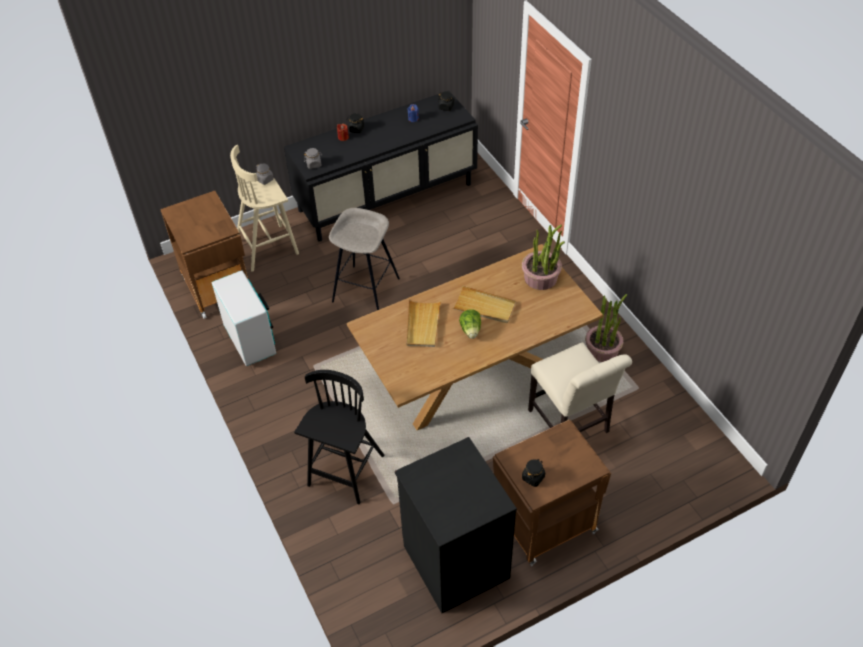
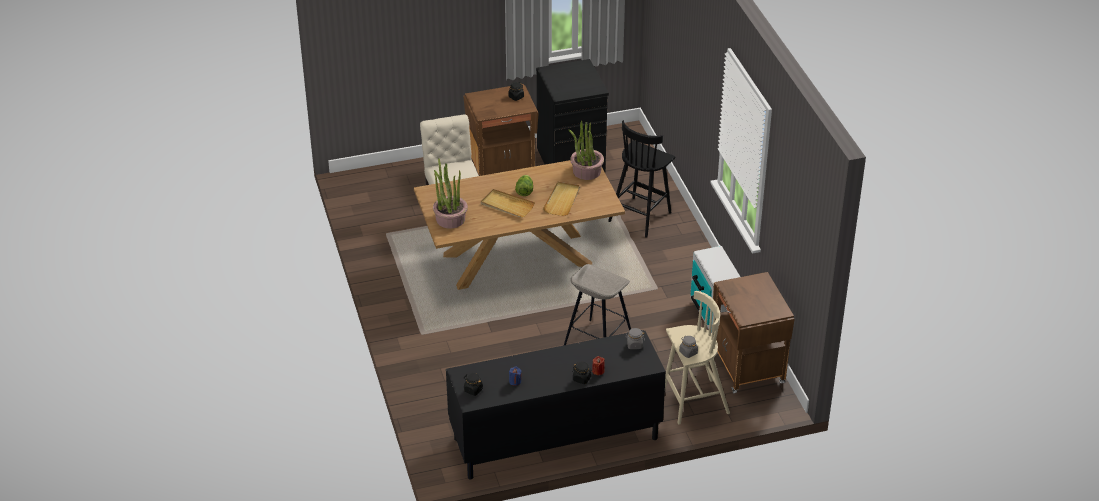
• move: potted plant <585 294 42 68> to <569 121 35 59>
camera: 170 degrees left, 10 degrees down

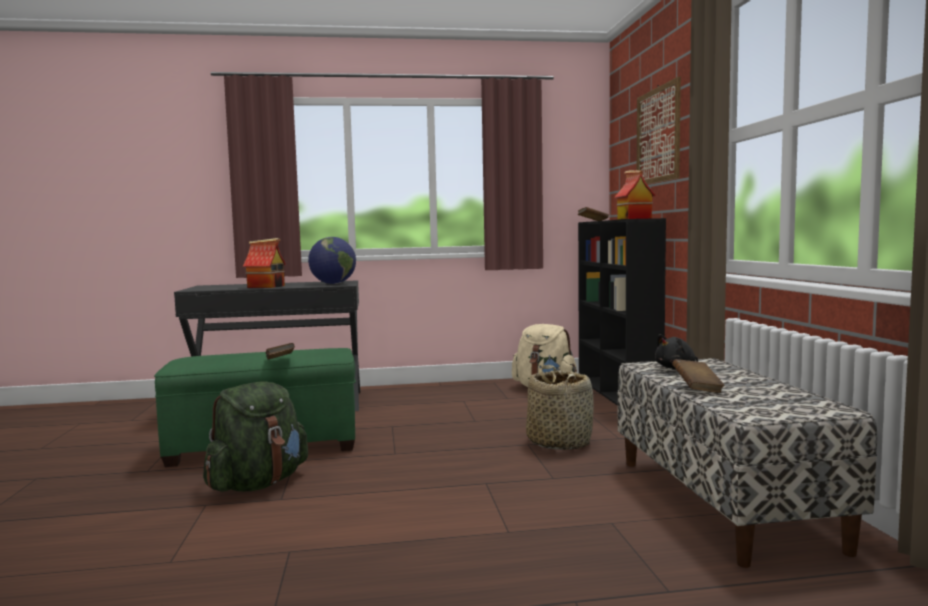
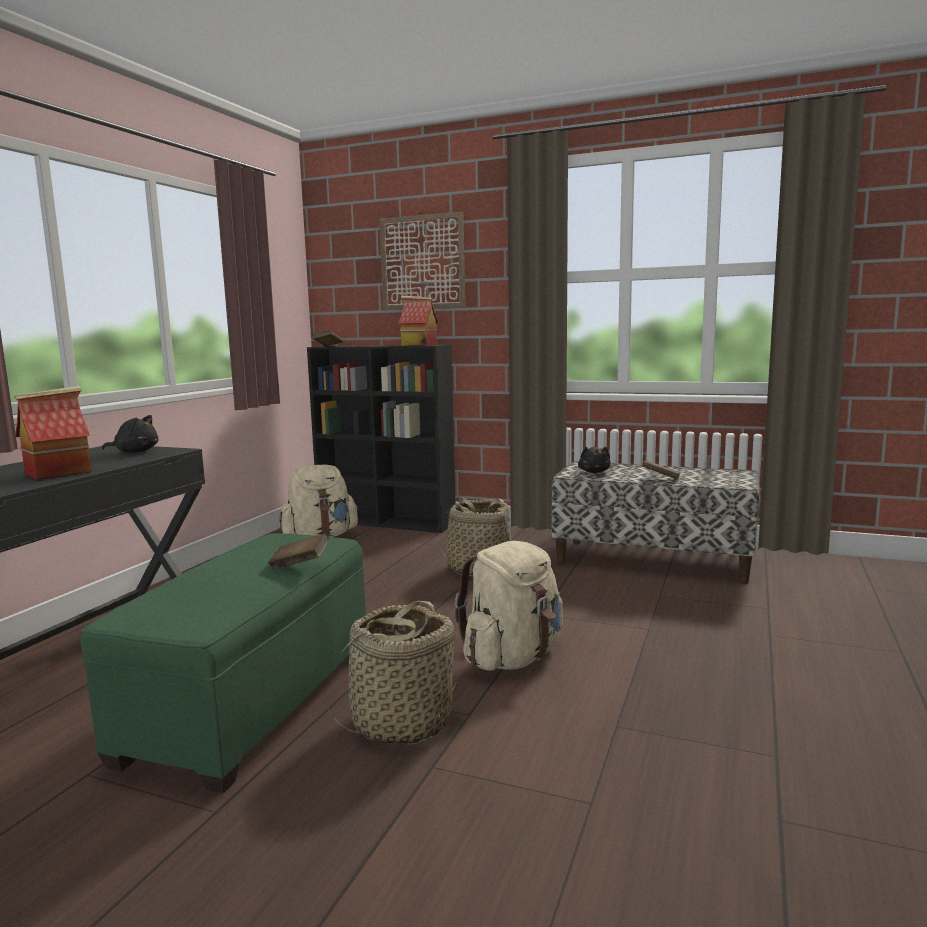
• replace: globe <308 237 48 47> to plush toy (black) <102 415 56 38>
• replace: backpack (green) <203 381 105 111> to basket <326 601 130 144>
• insert: backpack (beige) <455 541 108 130>
camera: 60 degrees left, 5 degrees up

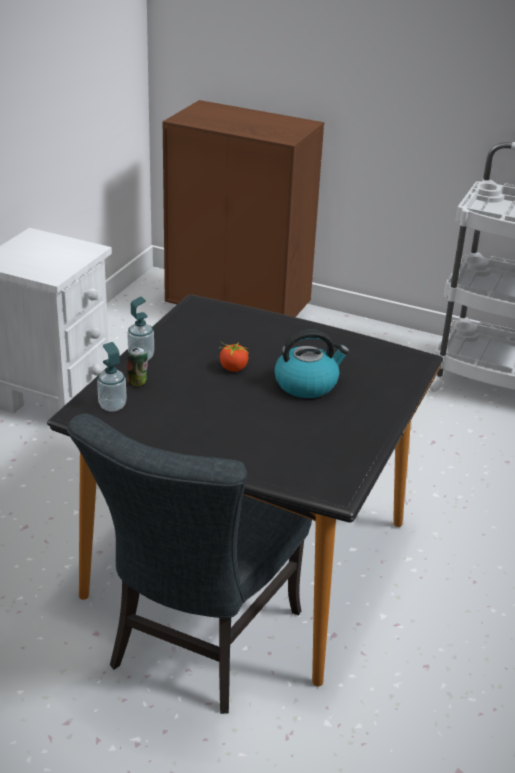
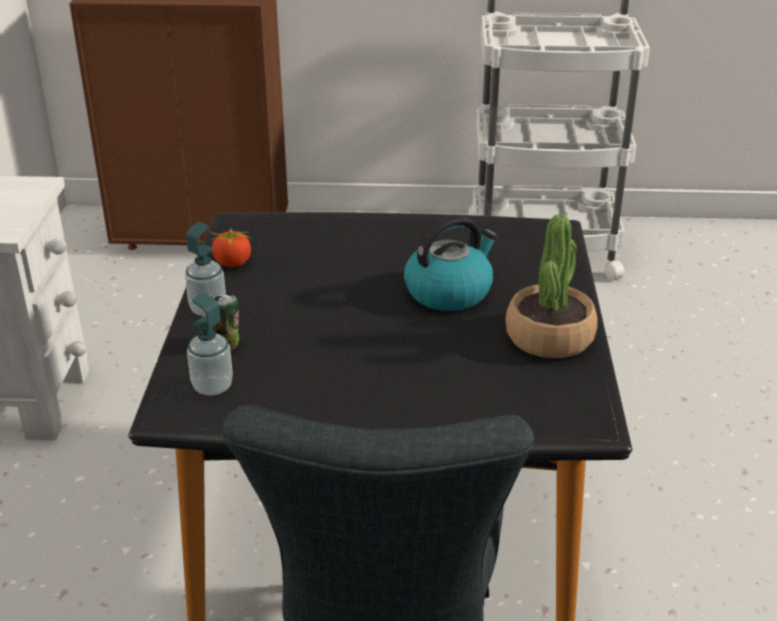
• move: tomato <219 341 30 31> to <209 227 42 40>
• insert: potted plant <506 214 92 144>
camera: 20 degrees left, 0 degrees up

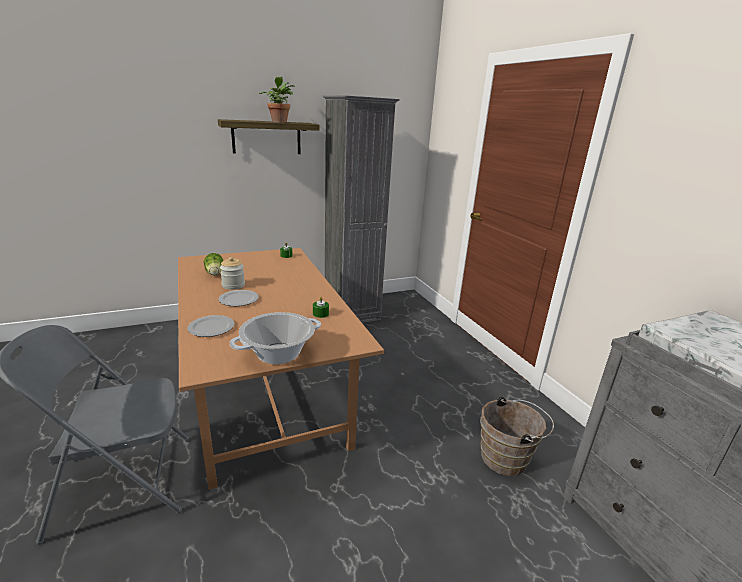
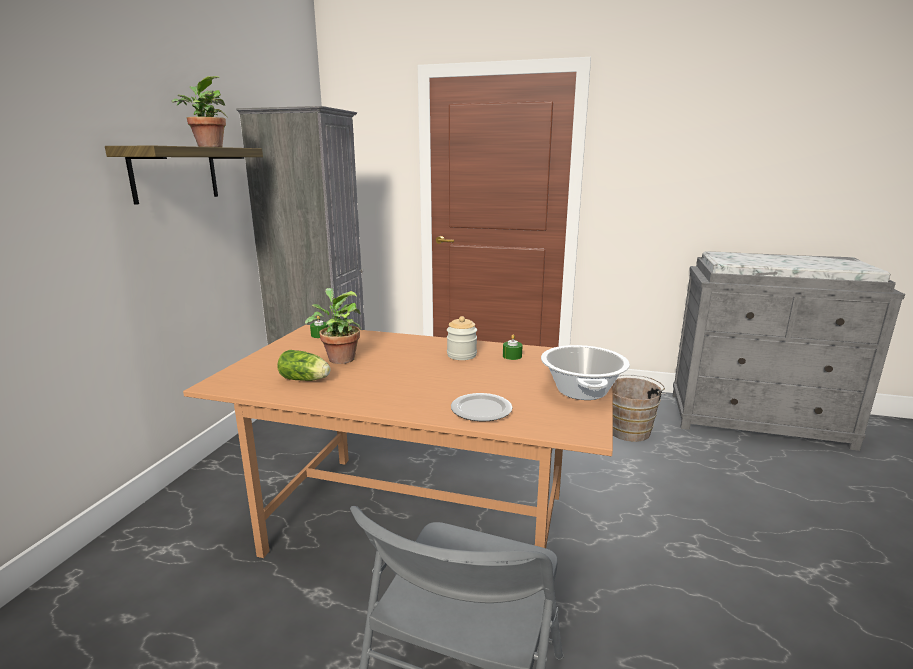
• insert: potted plant <305 288 57 76>
• move: jar <220 257 25 33> to <447 316 30 44>
• delete: plate <218 290 41 16>
camera: 50 degrees left, 5 degrees down

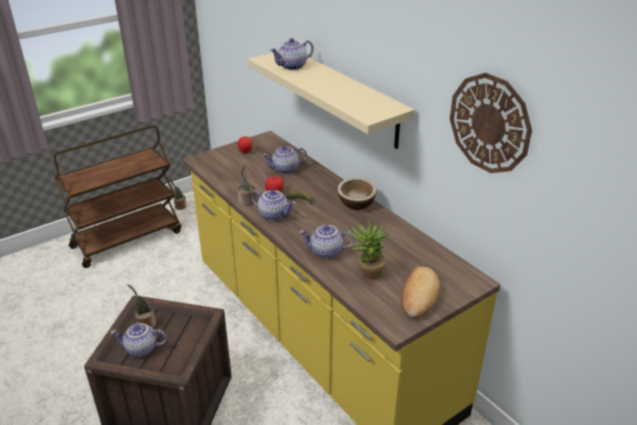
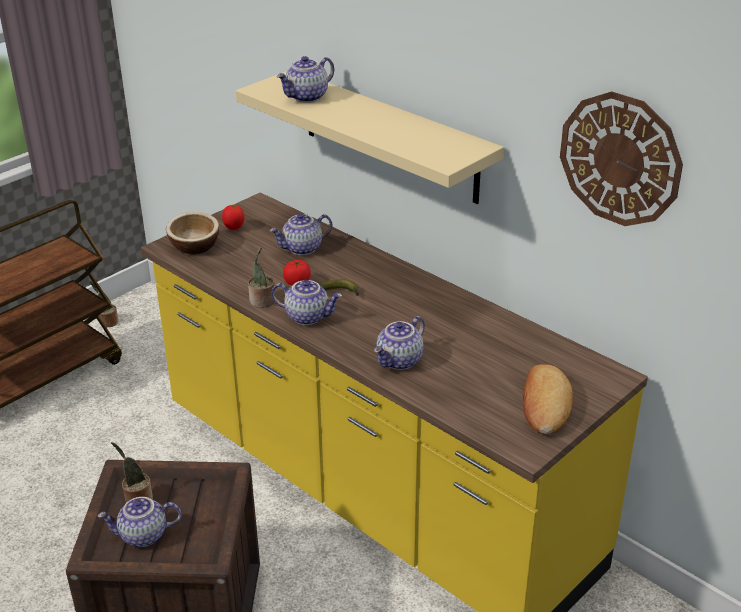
• move: bowl <337 178 40 32> to <166 212 53 43>
• rotate: teapot <299 225 56 34> = <374 316 51 54> 45 degrees counterclockwise
• delete: potted plant <345 218 44 61>
camera: 10 degrees left, 0 degrees up

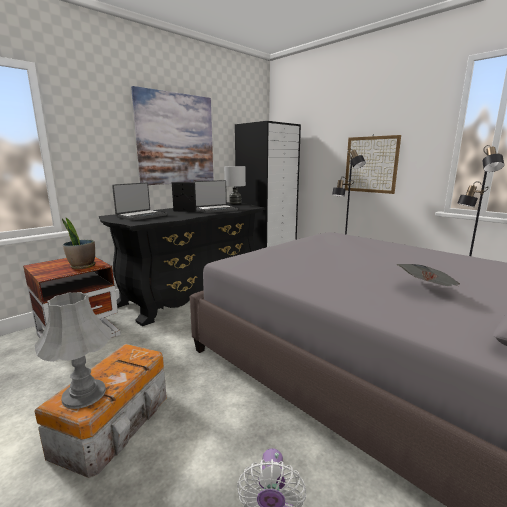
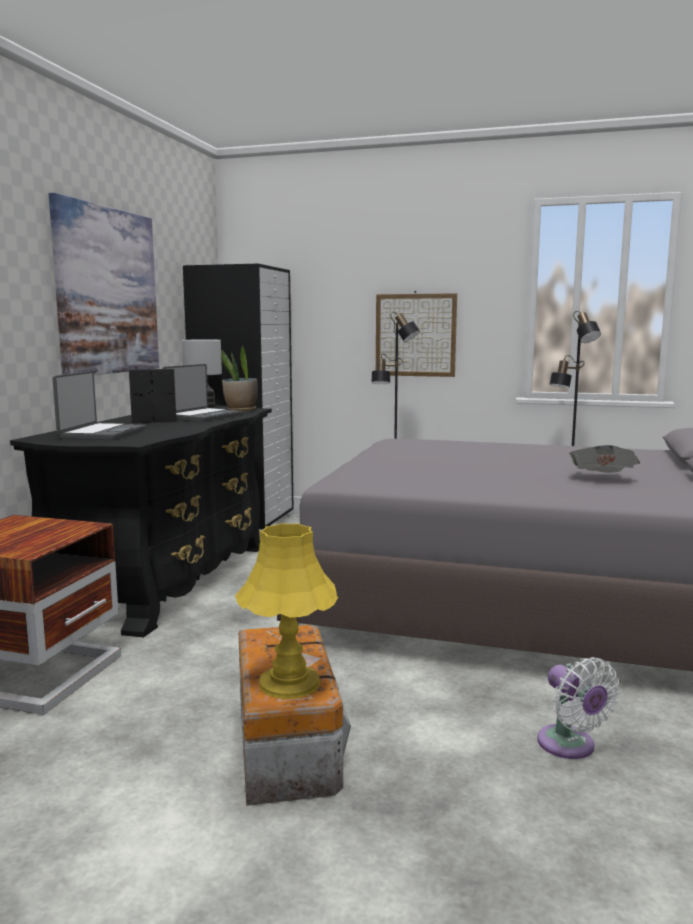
• move: potted plant <62 218 33 51> to <221 346 36 65>
• recolor: table lamp (grey) <35 292 77 117> to table lamp (yellow) <235 523 103 176>
camera: 30 degrees left, 5 degrees down

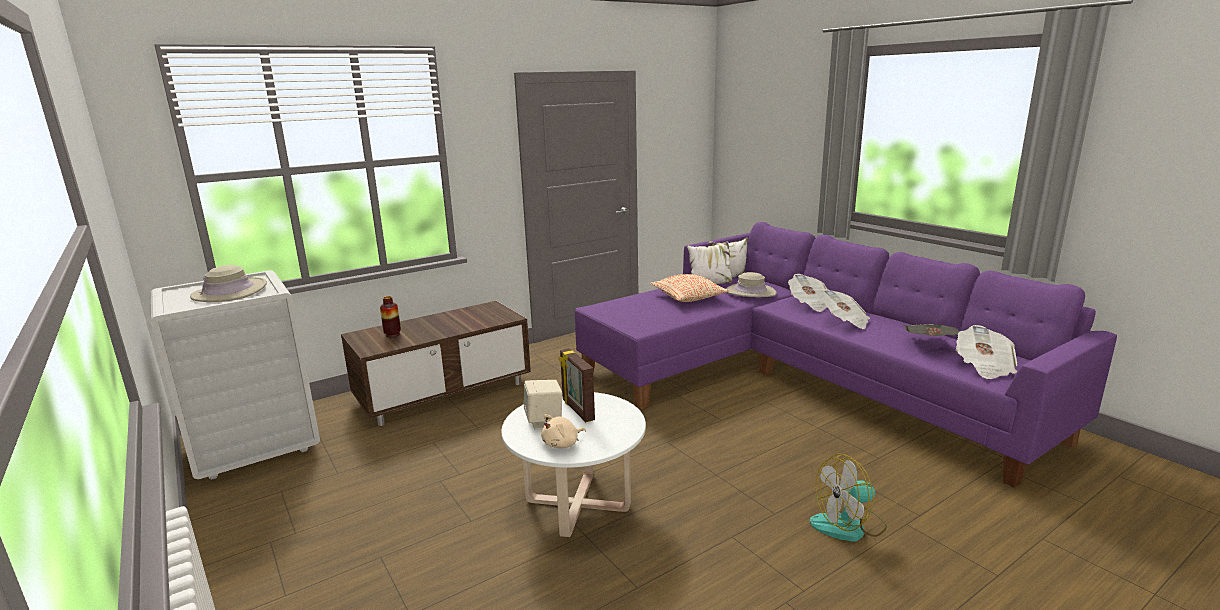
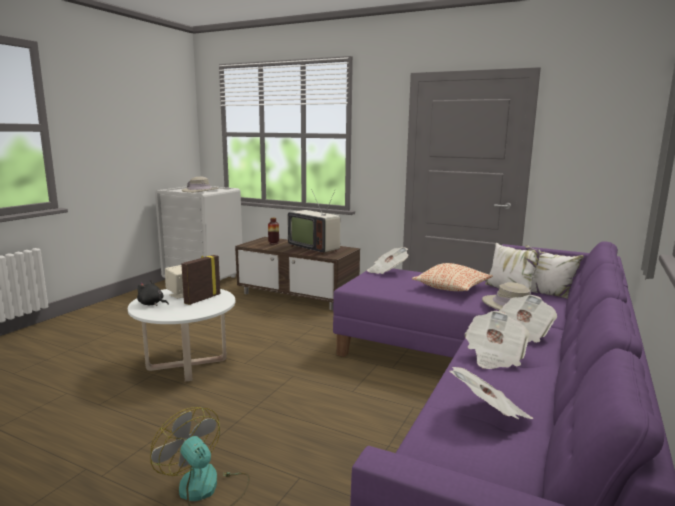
• recolor: plush toy (beige) <541 414 45 34> to plush toy (black) <137 280 32 26>
• insert: television <288 191 52 64>
• move: newspaper <956 325 61 54> to <367 247 41 27>
camera: 60 degrees right, 5 degrees down

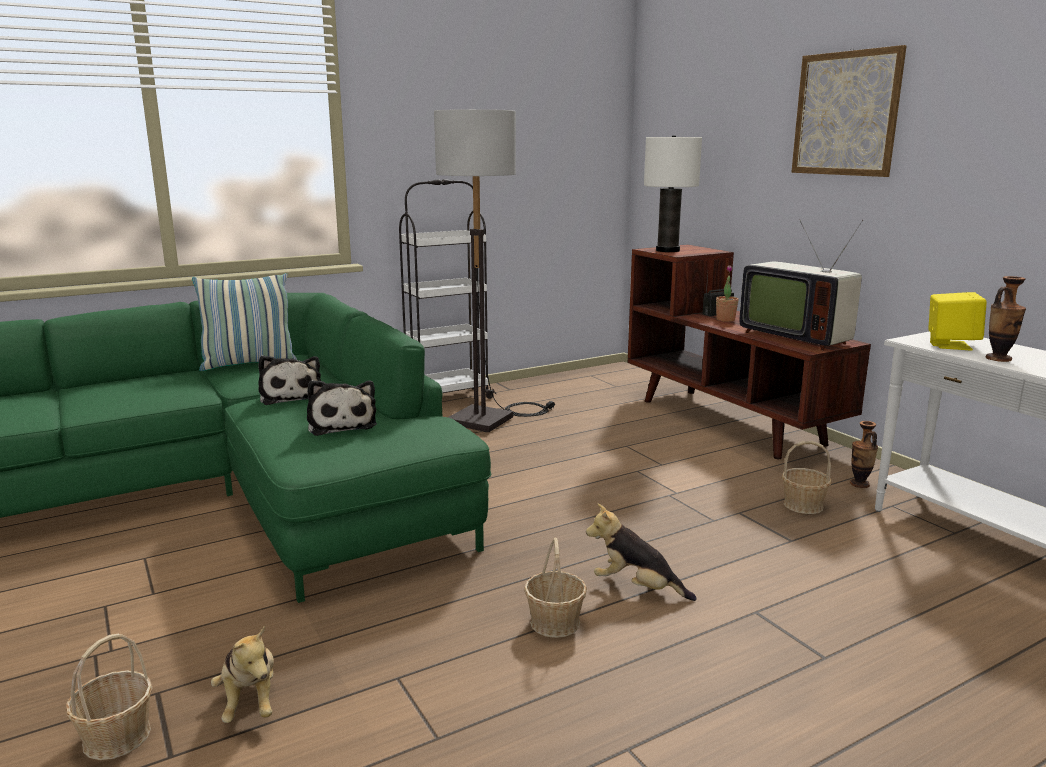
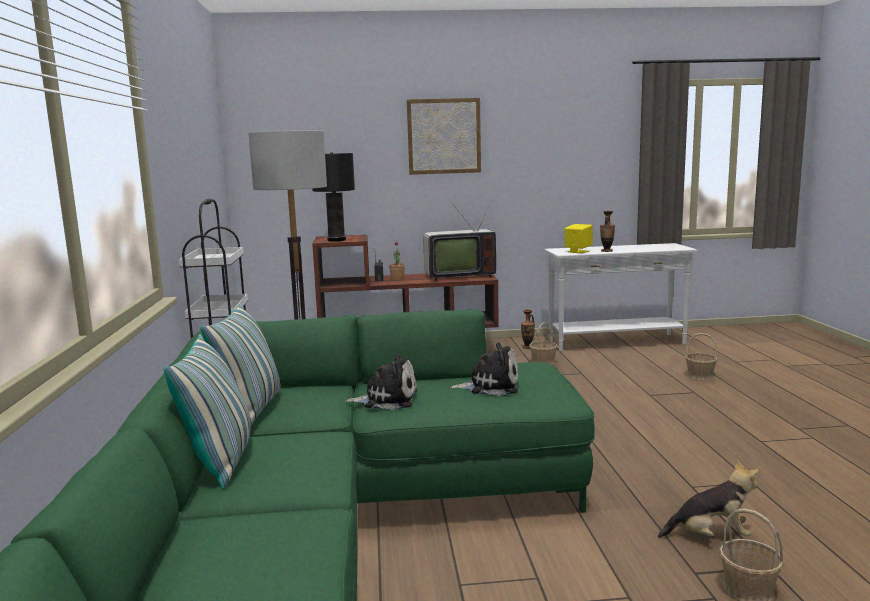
• insert: pillow <164 334 87 155>
• recolor: table lamp (white) <644 135 58 117> to table lamp (black) <312 152 43 89>
• move: basket <524 538 63 100> to <685 333 33 47>
• delete: plush toy <586 504 111 97>
camera: 65 degrees left, 5 degrees down

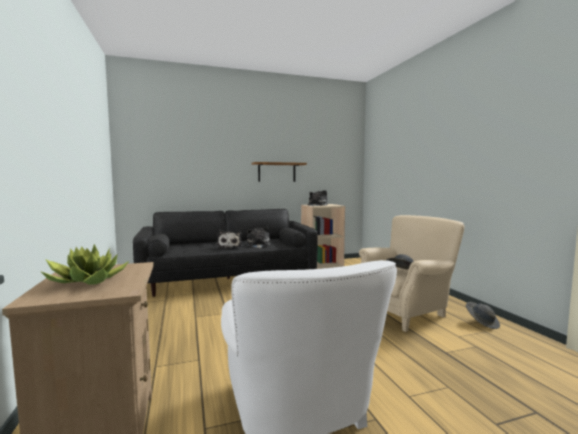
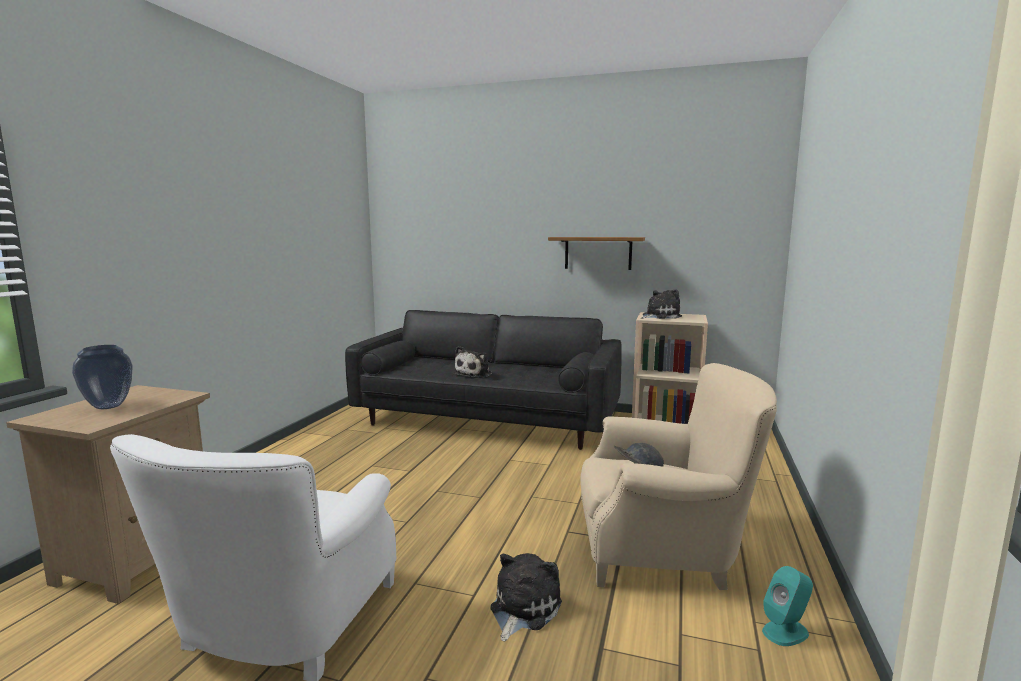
• replace: potted plant <40 244 89 41> to vase <72 345 61 64>
• move: plush toy <247 227 23 21> to <490 553 72 89>
• replace: hat (grey) <466 302 34 27> to speaker (turquoise) <762 566 51 80>
camera: 35 degrees right, 5 degrees up

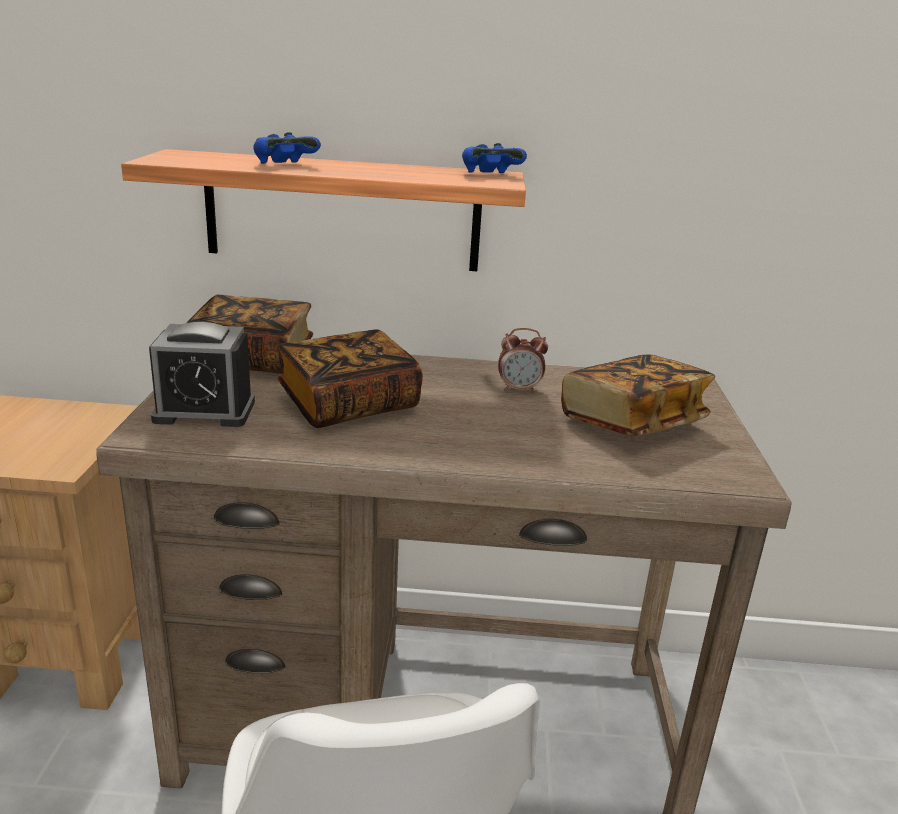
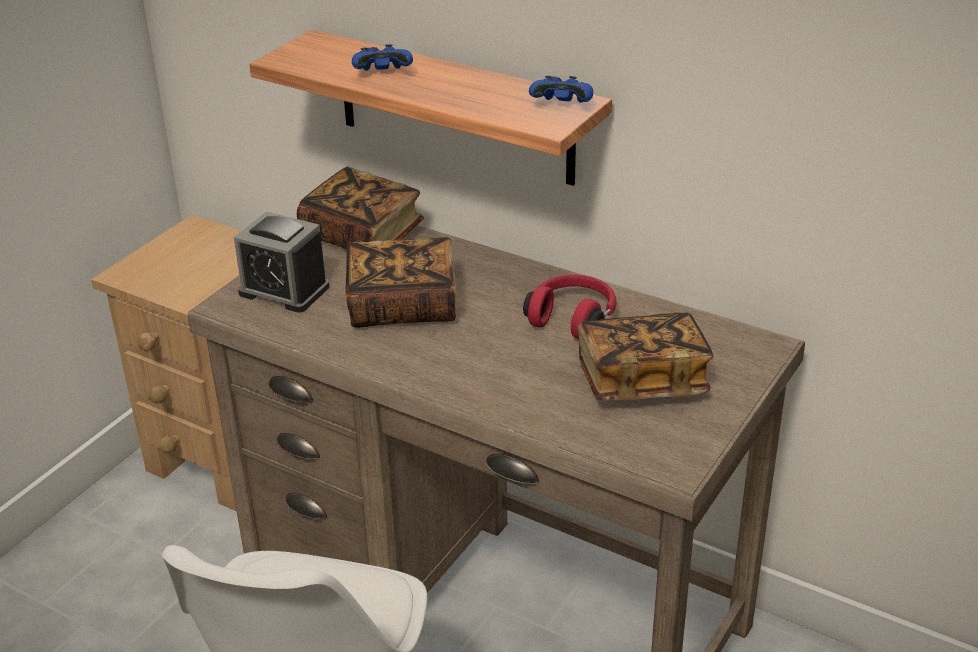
• replace: alarm clock <498 328 50 65> to headphones (red) <523 275 93 65>
camera: 30 degrees right, 10 degrees up

